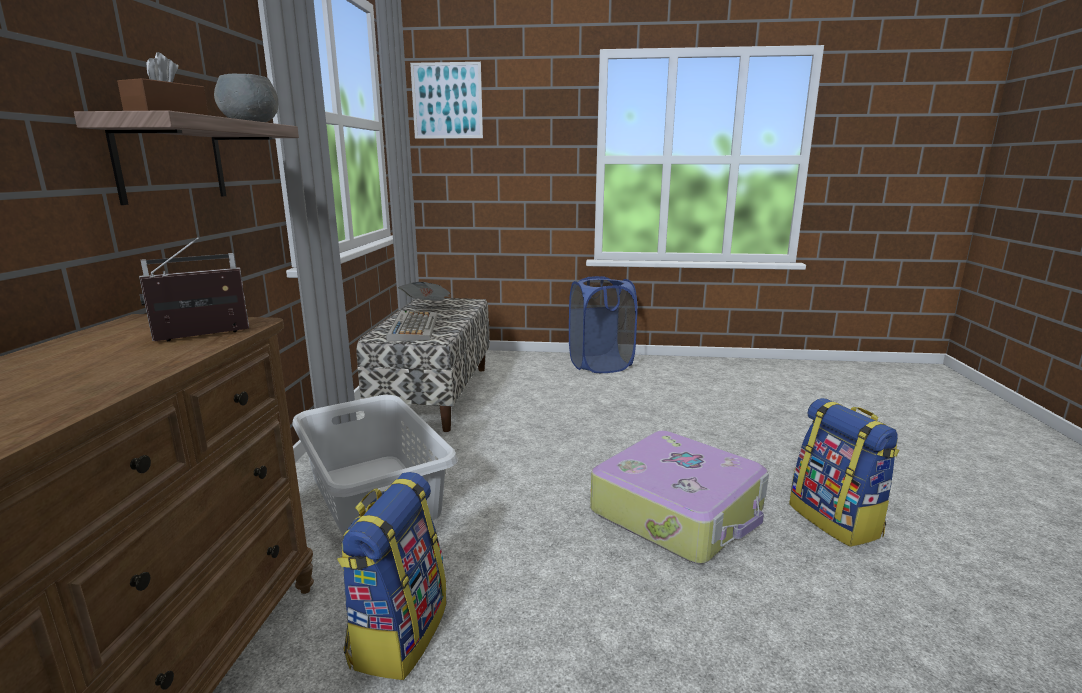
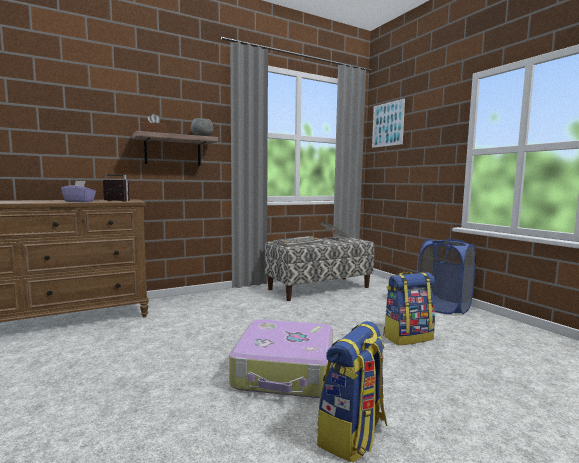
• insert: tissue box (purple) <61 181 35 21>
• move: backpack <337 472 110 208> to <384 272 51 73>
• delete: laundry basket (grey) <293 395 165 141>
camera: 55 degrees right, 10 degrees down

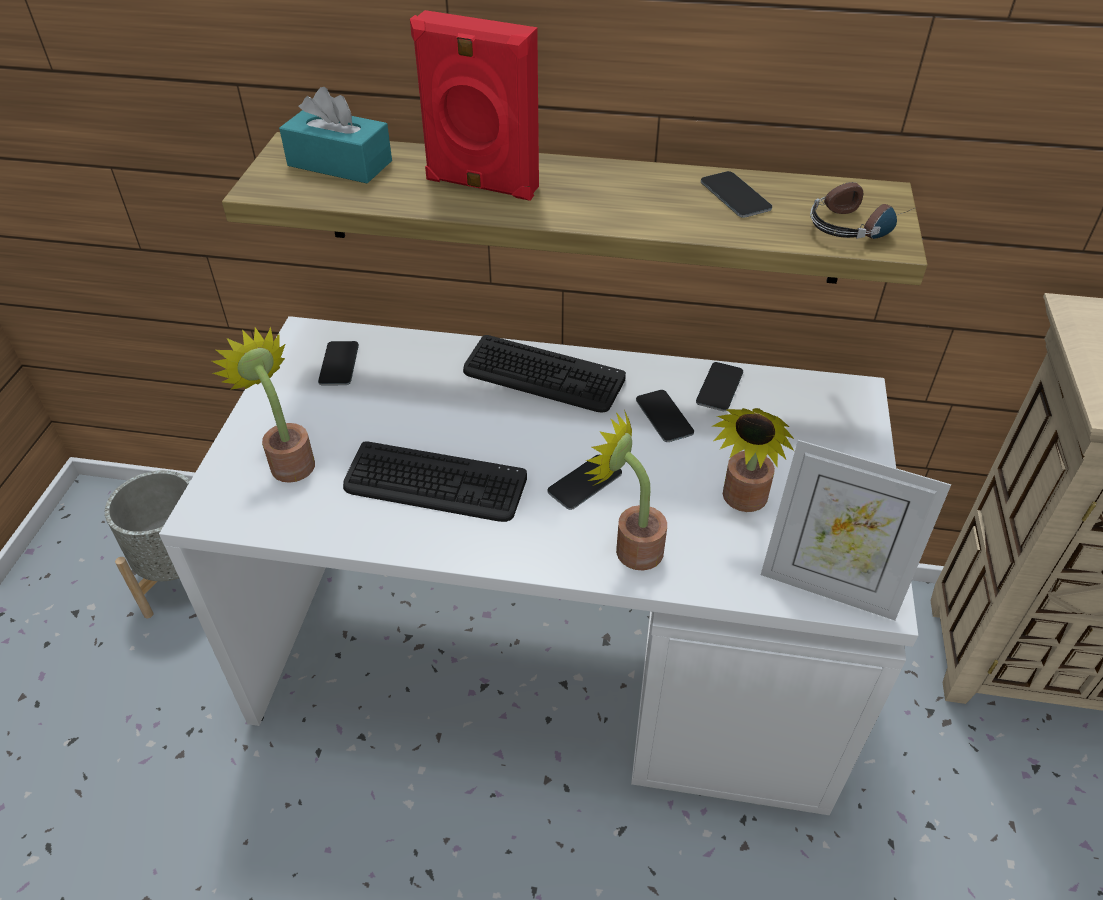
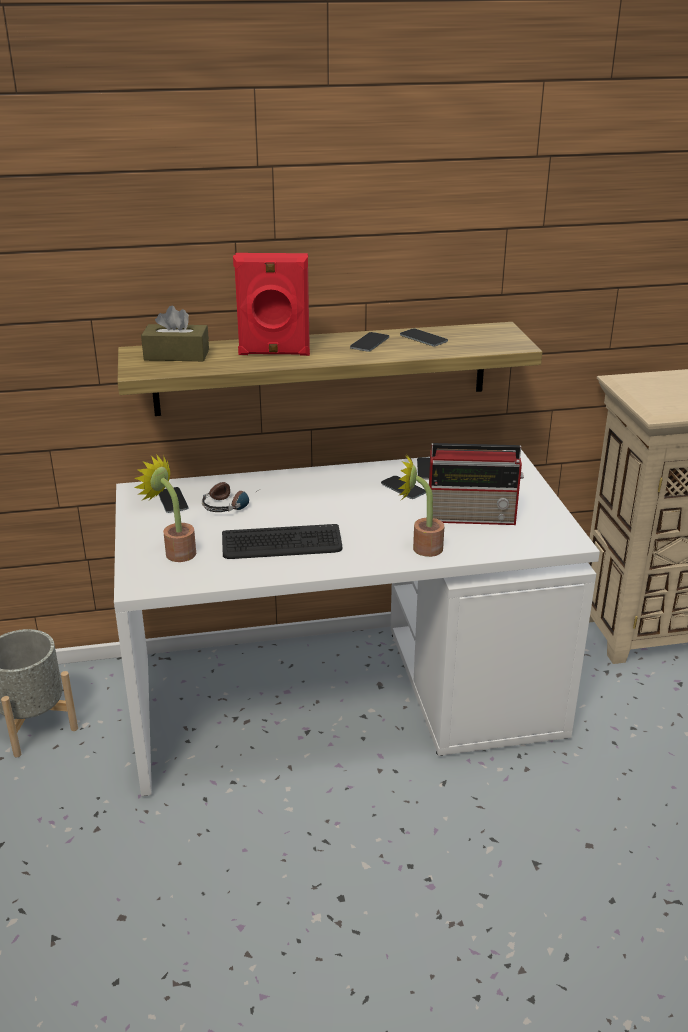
• recolor: tissue box (turquoise) <279 87 113 97> to tissue box (brown) <141 306 68 55>
• move: headphones <810 182 105 57> to <202 482 55 30>
• move: phone <547 455 75 55> to <350 332 39 20>
• replace: potted plant <711 408 83 104> to radio <429 443 95 82>
• delete: keyboard <463 335 163 78>
• delete: picture frame <761 440 190 180>
camera: 20 degrees left, 15 degrees down

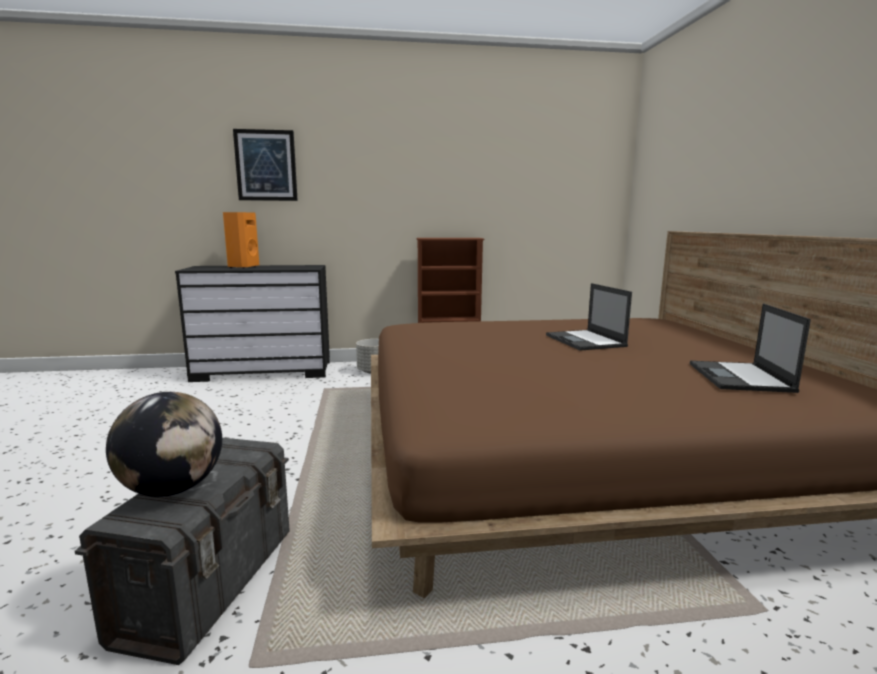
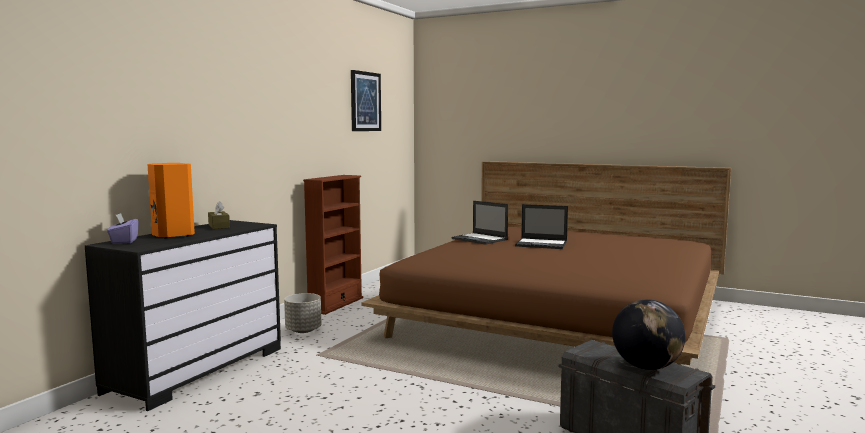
• insert: tissue box (purple) <107 213 32 31>
• insert: tissue box (brown) <208 201 22 28>
• move: picture <233 129 65 72> to <351 70 30 61>
• move: laptop <690 303 121 90> to <451 201 57 44>
camera: 55 degrees left, 5 degrees down

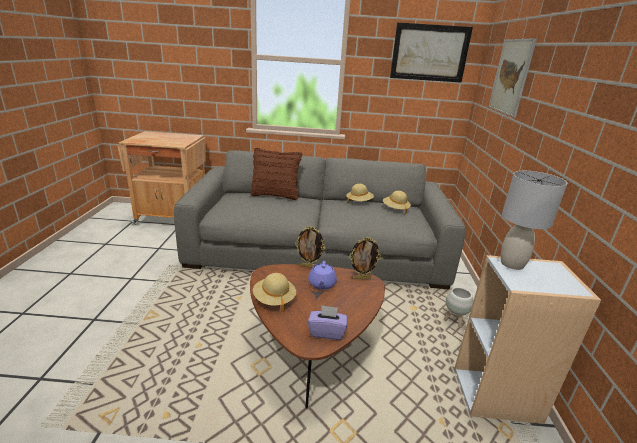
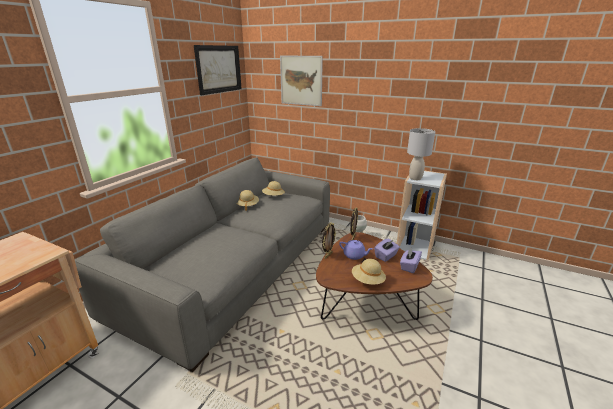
• insert: tissue box (purple) <374 239 26 23>
• delete: pillow (brown) <250 148 53 52>
camera: 65 degrees left, 0 degrees up

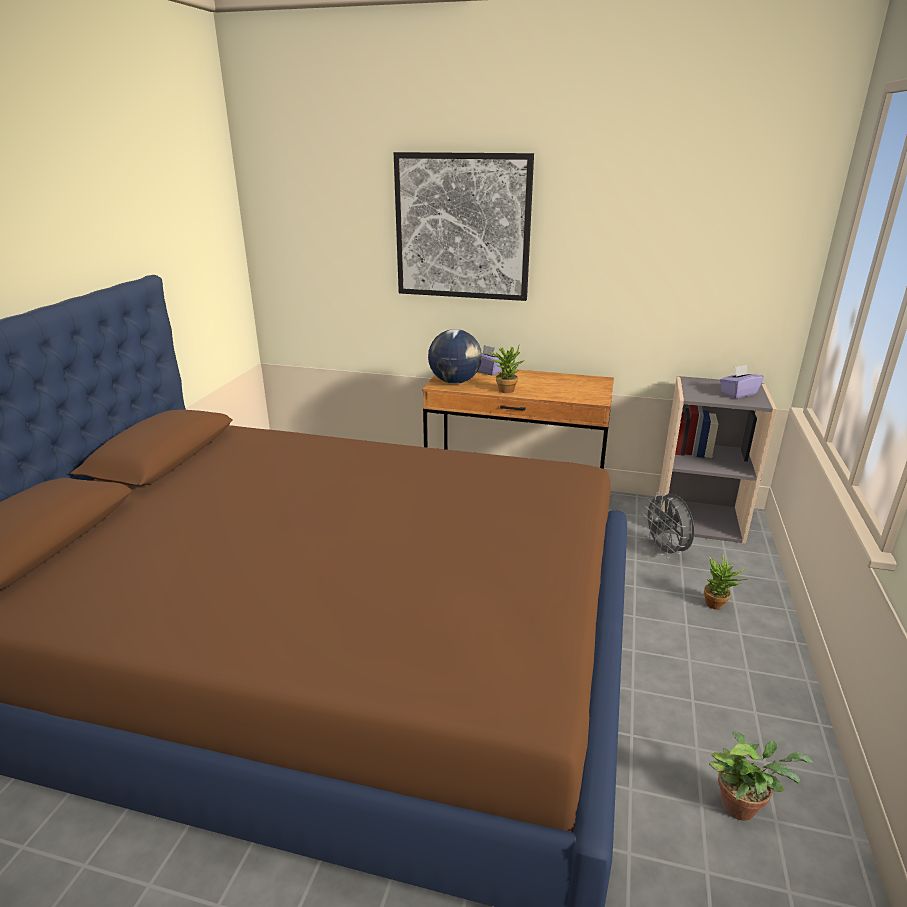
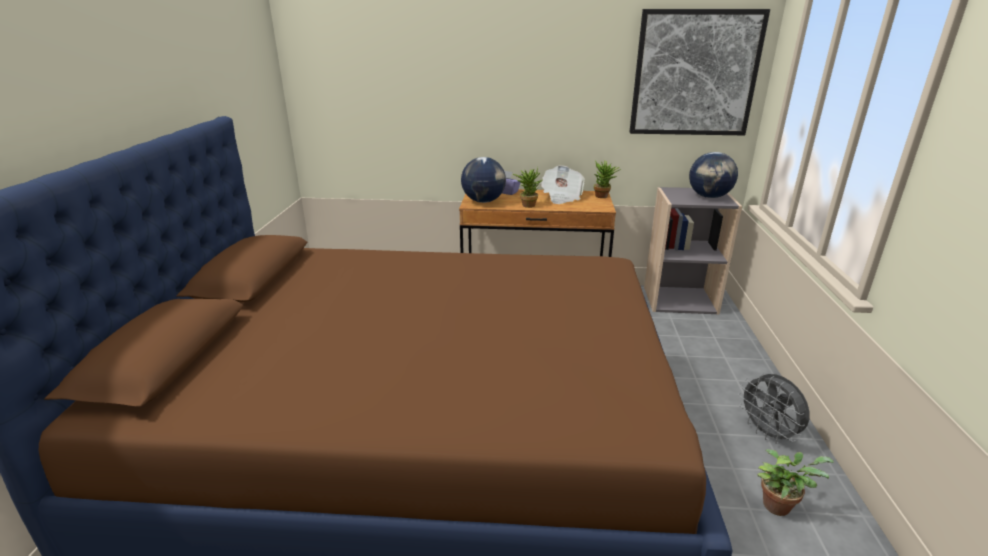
• insert: newspaper <540 165 45 39>
• move: potted plant <704 554 44 56> to <594 160 27 38>
• move: picture <394 152 140 149> to <630 9 140 126>
• replace: tissue box (purple) <720 365 44 33> to globe <689 152 49 46>
• move: fan (grey) <643 491 51 67> to <738 373 72 71>
camera: 10 degrees left, 0 degrees up

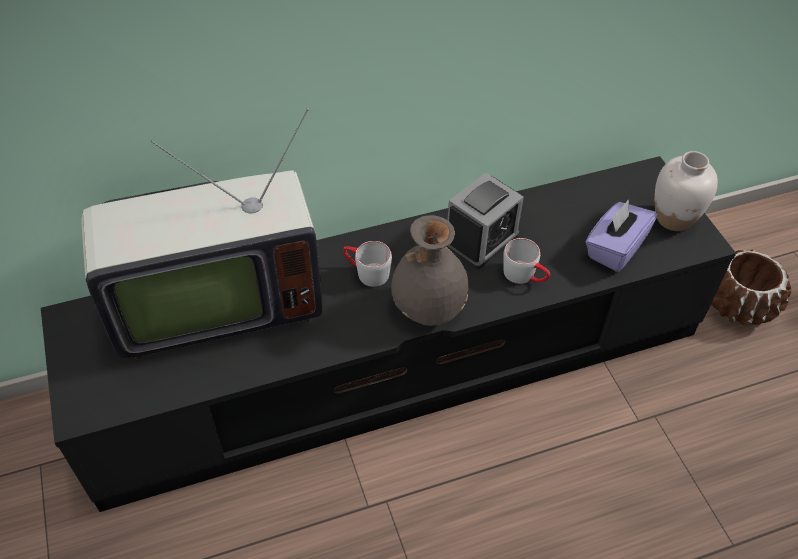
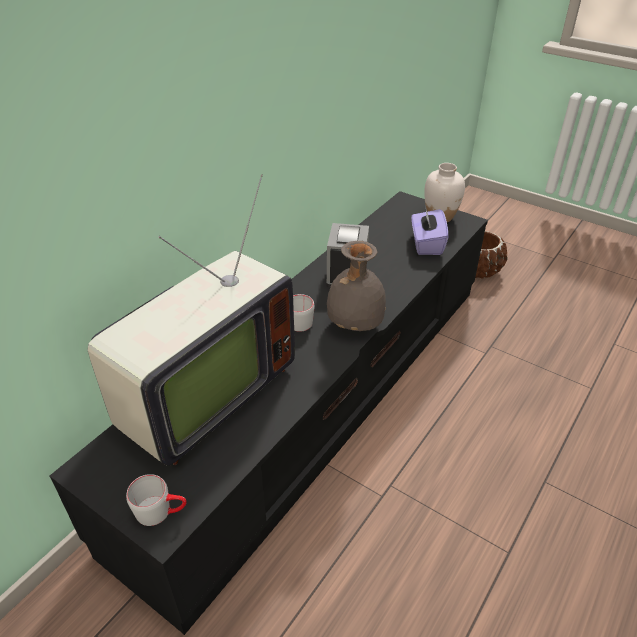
• move: mug (grey) <503 238 47 46> to <126 474 61 52>
camera: 35 degrees left, 10 degrees down

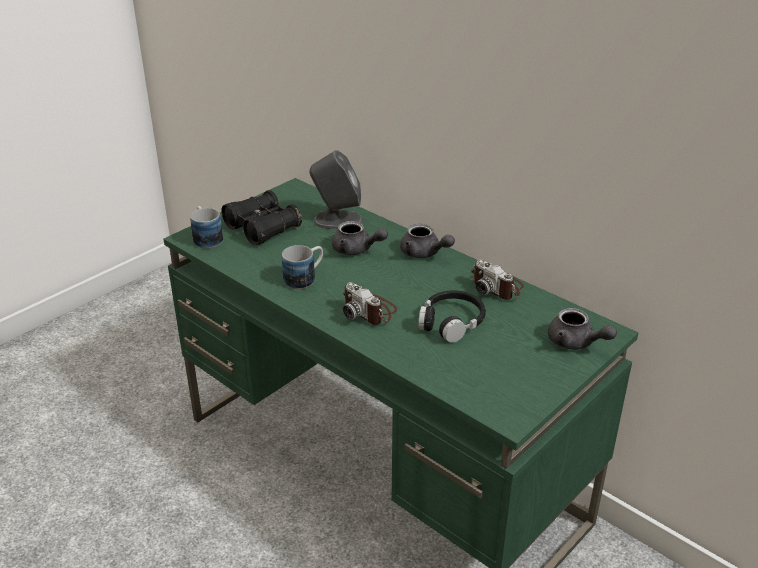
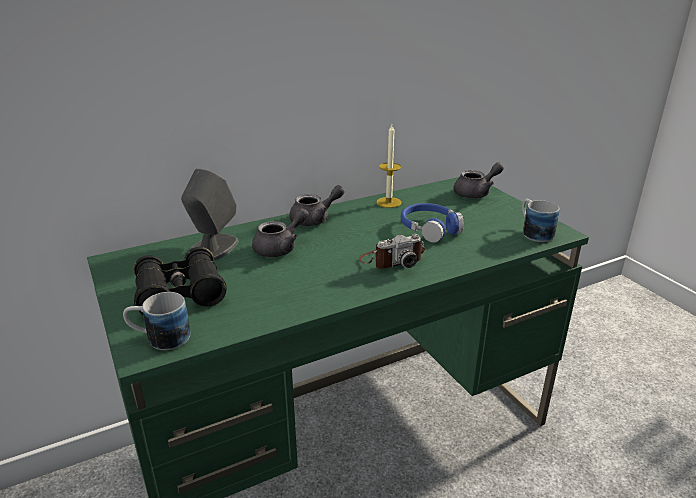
• replace: photo camera <471 260 53 40> to candle <376 125 25 83>
• recolor: headphones (black) <418 290 68 53> to headphones (blue) <401 203 63 40>
• move: mug <282 245 41 44> to <522 199 37 43>
camera: 70 degrees left, 5 degrees down

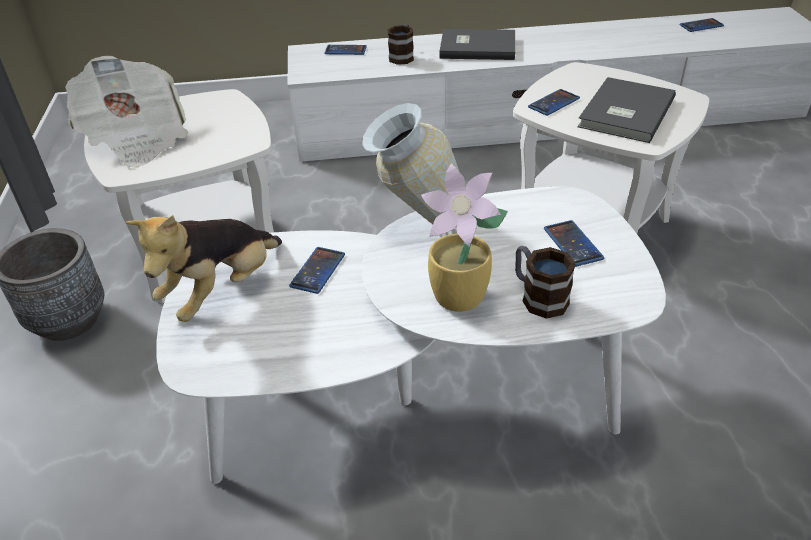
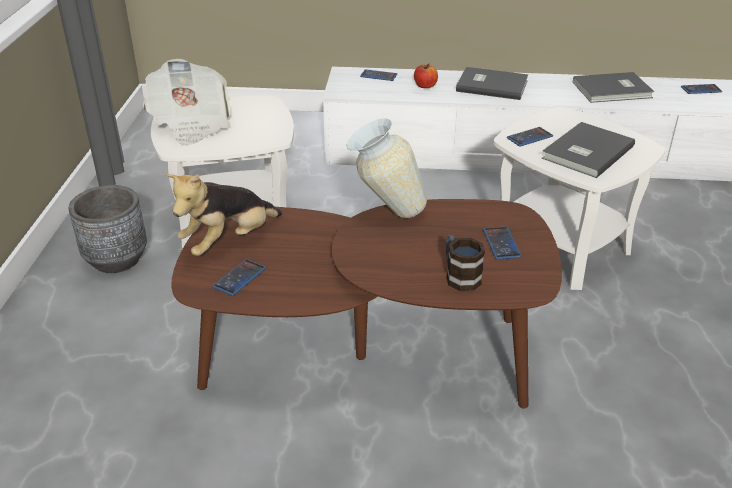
• recolor: coffee table (white) <156 186 510 298> to coffee table (brown) <171 199 391 210>
• move: phone <289 247 56 47> to <213 259 53 37>
• replace: mug <387 24 27 41> to apple <414 64 24 24>
• insert: book (grey) <573 72 81 31>
• delete: potted plant <421 163 87 149>
camera: 10 degrees right, 5 degrees down

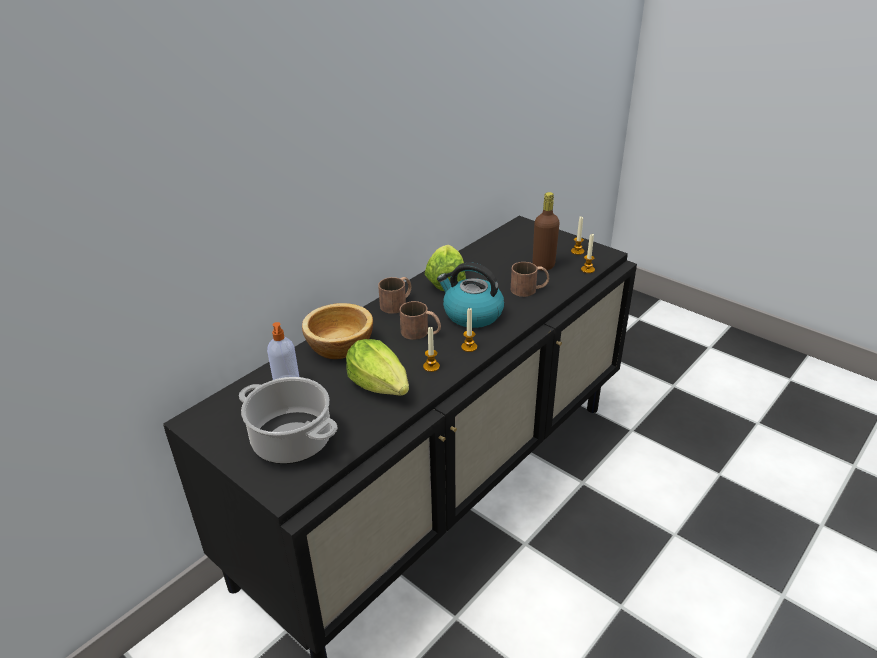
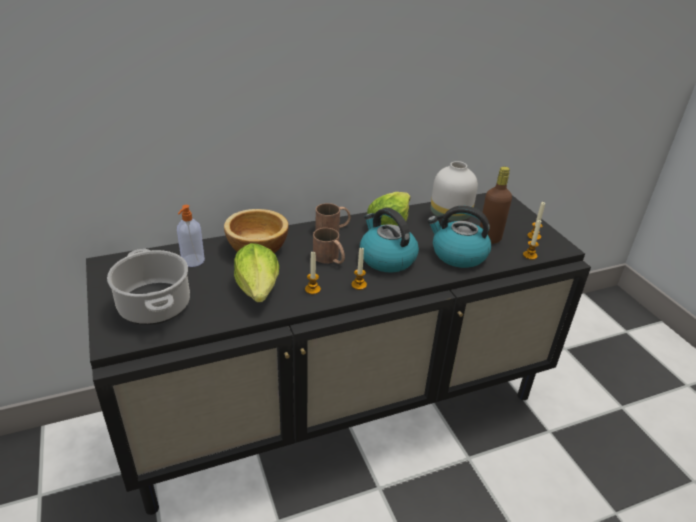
• replace: mug (brown) <511 262 38 35> to kettle <427 206 64 62>
• insert: vase (white) <431 161 47 62>
camera: 25 degrees right, 0 degrees up

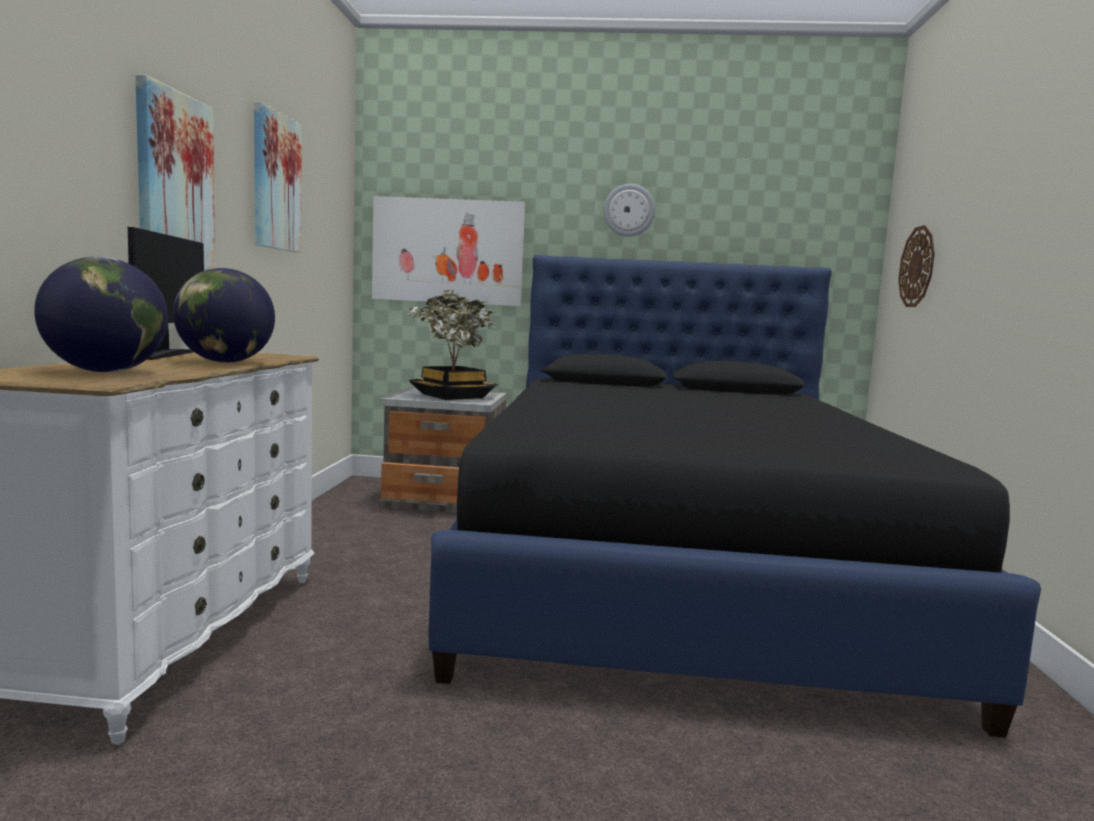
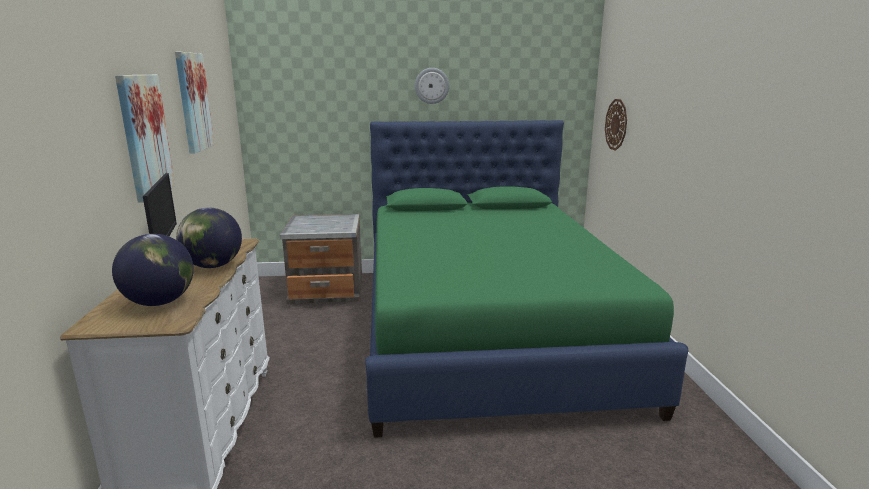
• recolor: bed (black) <428 255 613 483> to bed (green) <365 120 324 318>
• delete: picture <372 196 153 110>
• delete: potted plant <406 290 92 110>
camera: 10 degrees left, 10 degrees up

